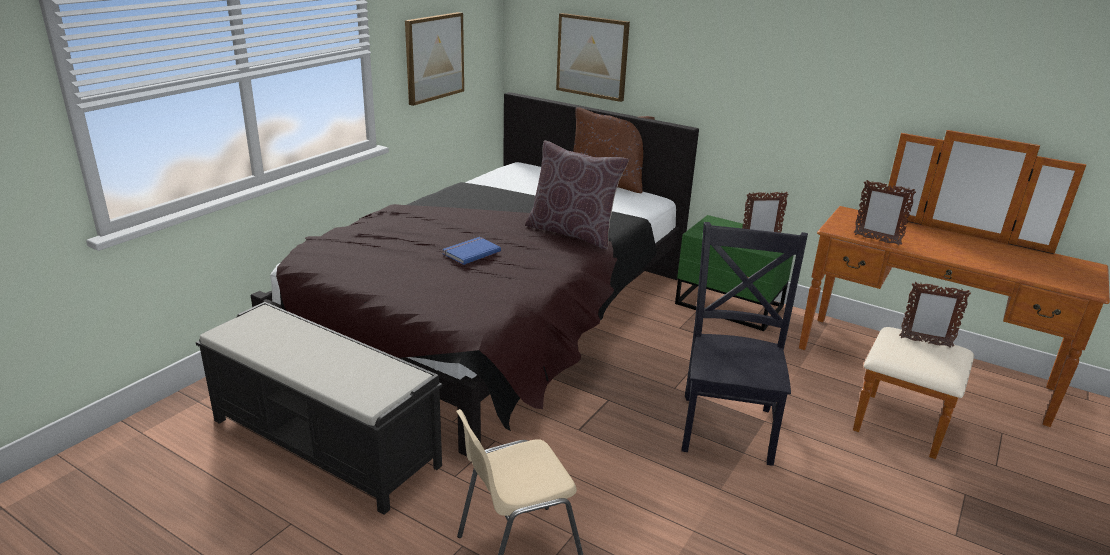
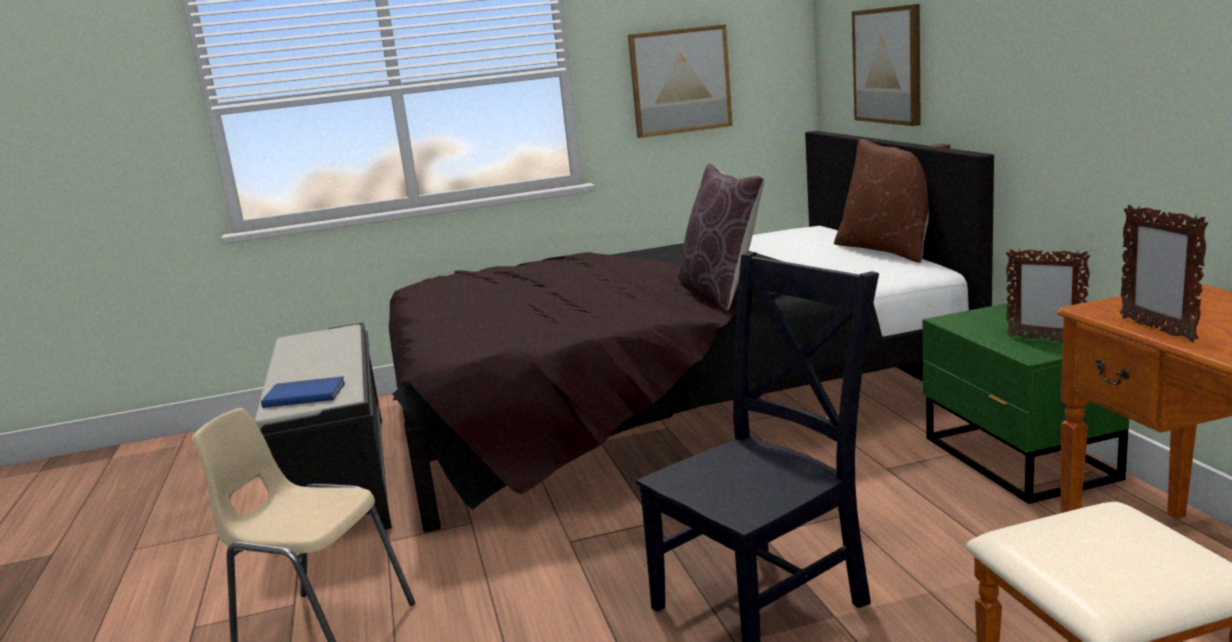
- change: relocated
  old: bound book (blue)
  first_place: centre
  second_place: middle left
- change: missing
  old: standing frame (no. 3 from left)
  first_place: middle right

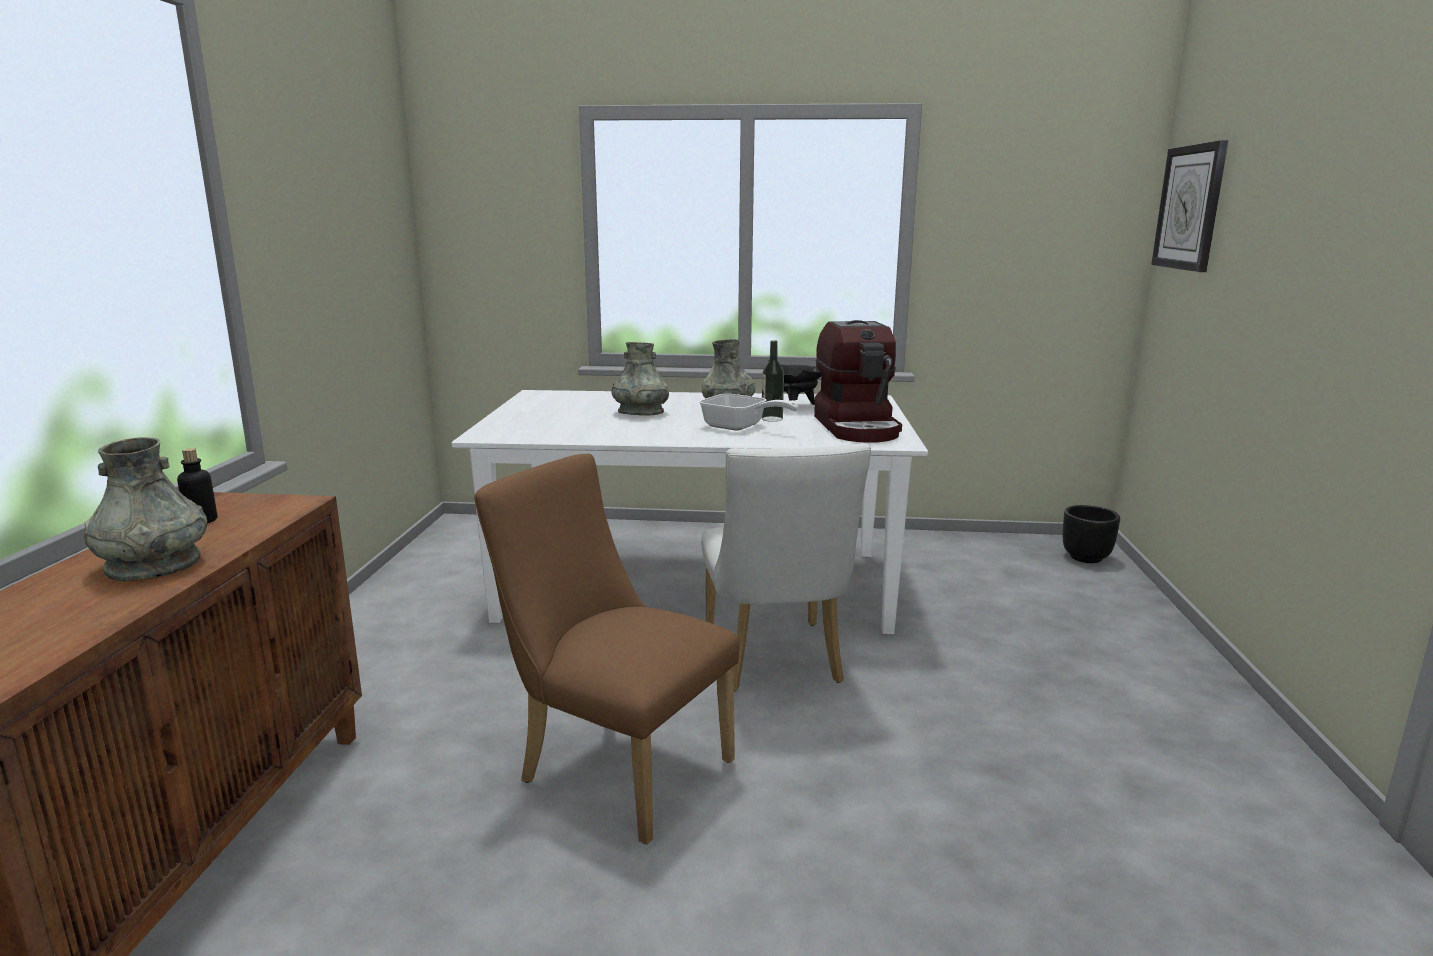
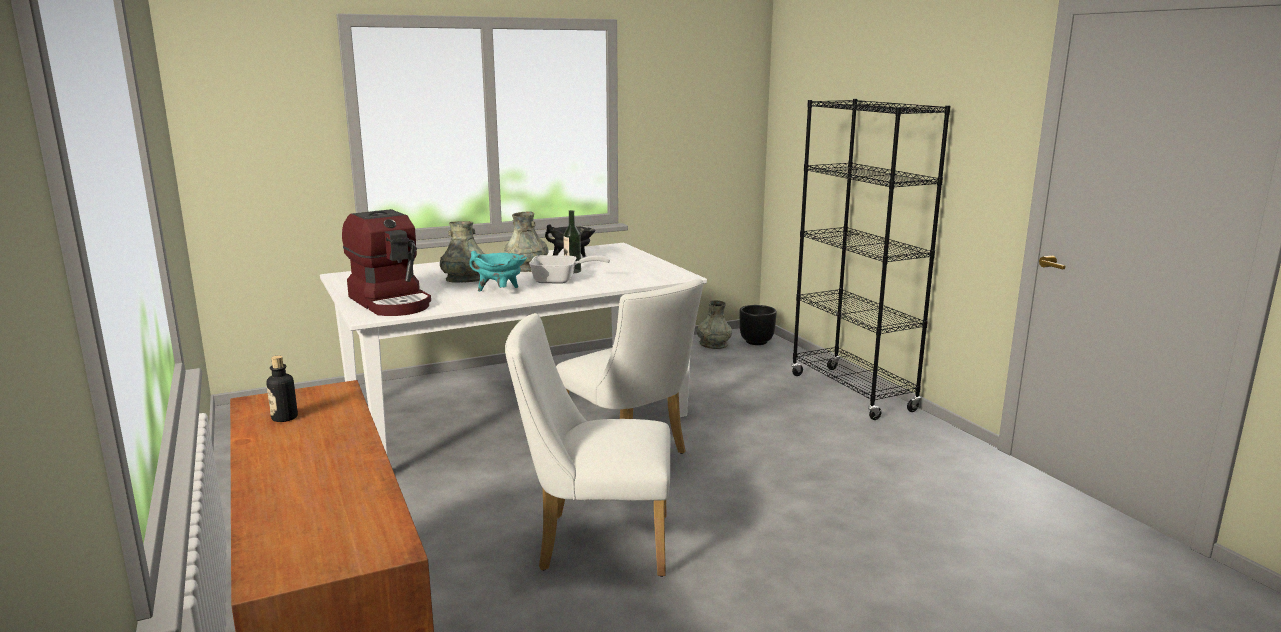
- change: relocated
  old: decorative vase (grey) (no. 1 from left in the first image)
  new: decorative vase (grey) (no. 3 from left)
  first_place: middle left
  second_place: centre
- change: colour
  old: plain chair (brownish)
  new: plain chair (whitish) (no. 1 from left)
  first_place: bottom centre
  second_place: bottom centre
- change: relocated
  old: coffee maker
  first_place: centre
  second_place: middle left
- change: missing
  old: clock on the wall
  first_place: top right
- change: appeared
  new: stockpot (blue-green)
  second_place: centre
- change: appeared
  new: bookshelf (blackish)
  second_place: middle right

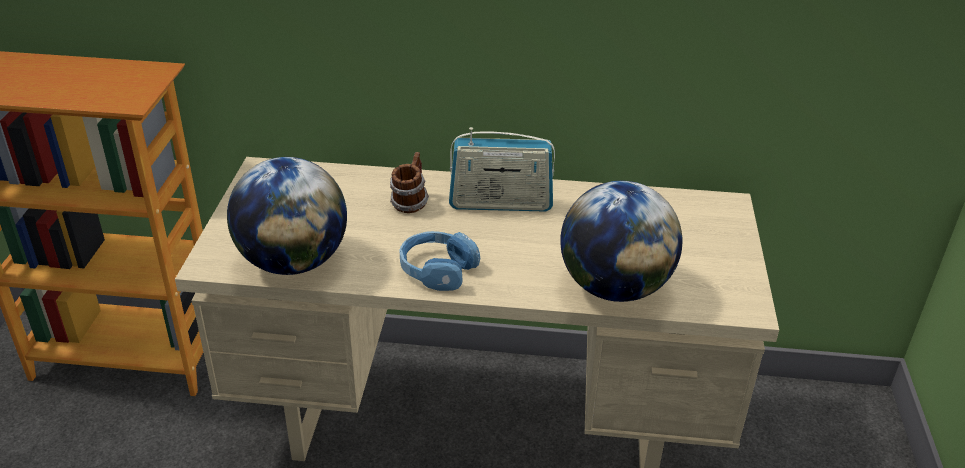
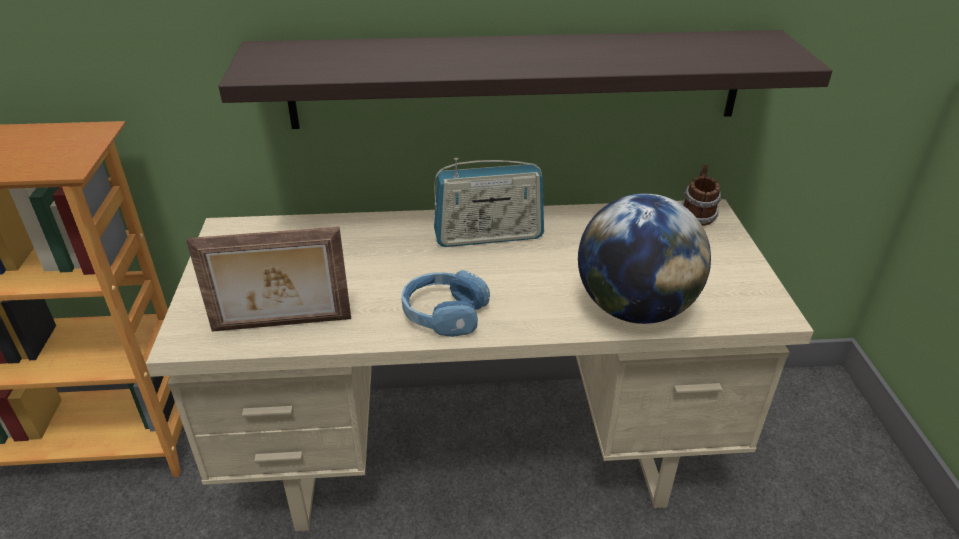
- change: exchanged
  old: desk globe (no. 1 from left)
  new: standing frame
  first_place: middle left
  second_place: middle left
- change: relocated
  old: mug
  first_place: centre
  second_place: middle right
- change: appeared
  new: shelf
  second_place: top centre

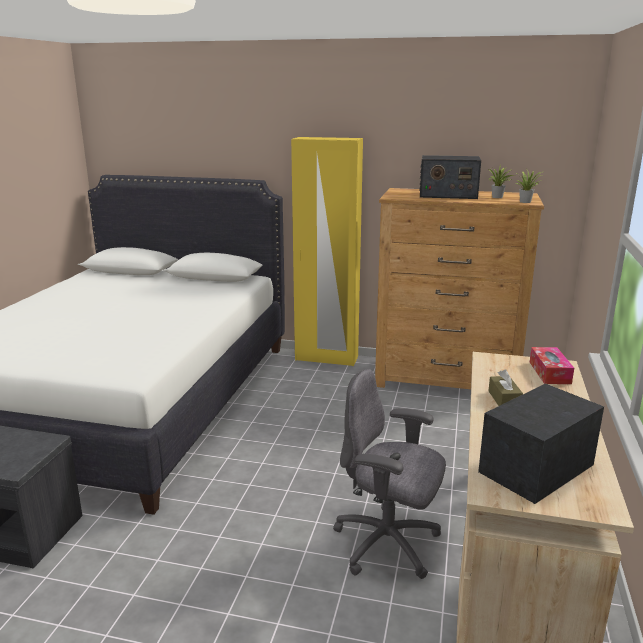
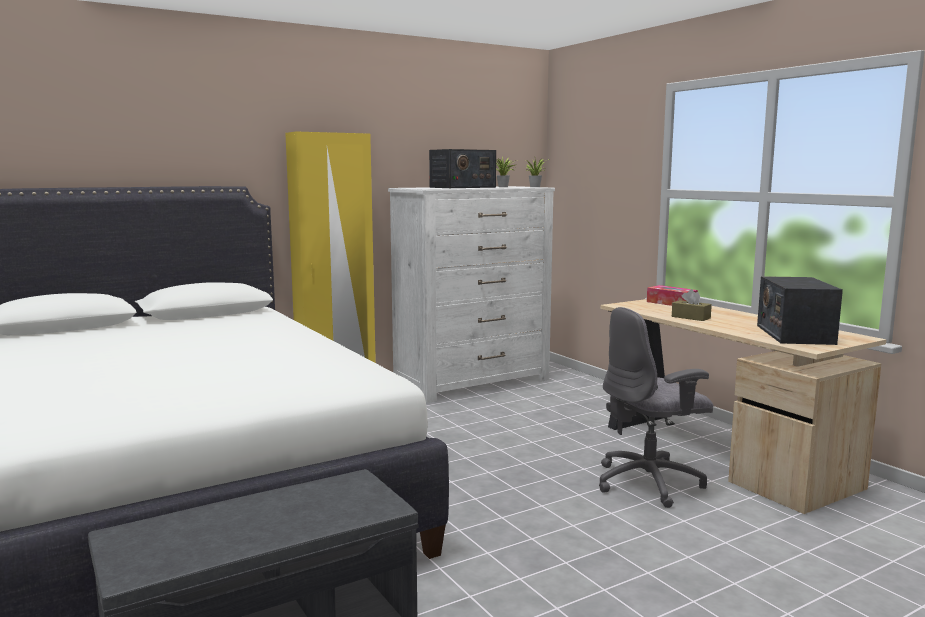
- change: colour
  old: drawer chest (brownish)
  new: drawer chest (whitish)
  first_place: middle right
  second_place: centre

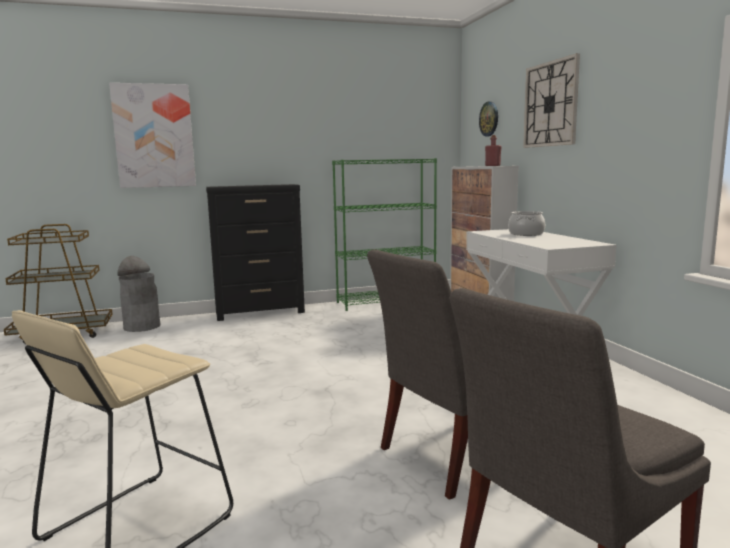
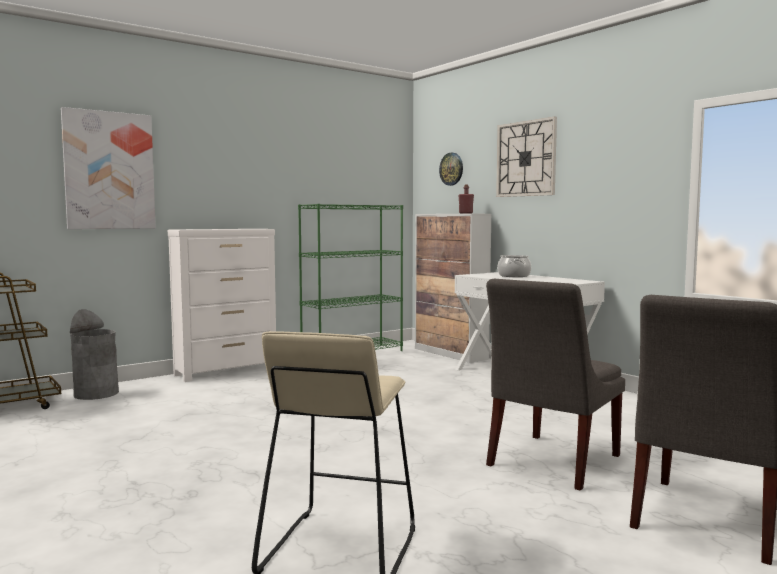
- change: colour
  old: drawer chest (blackish)
  new: drawer chest (whitish)
  first_place: centre
  second_place: middle left

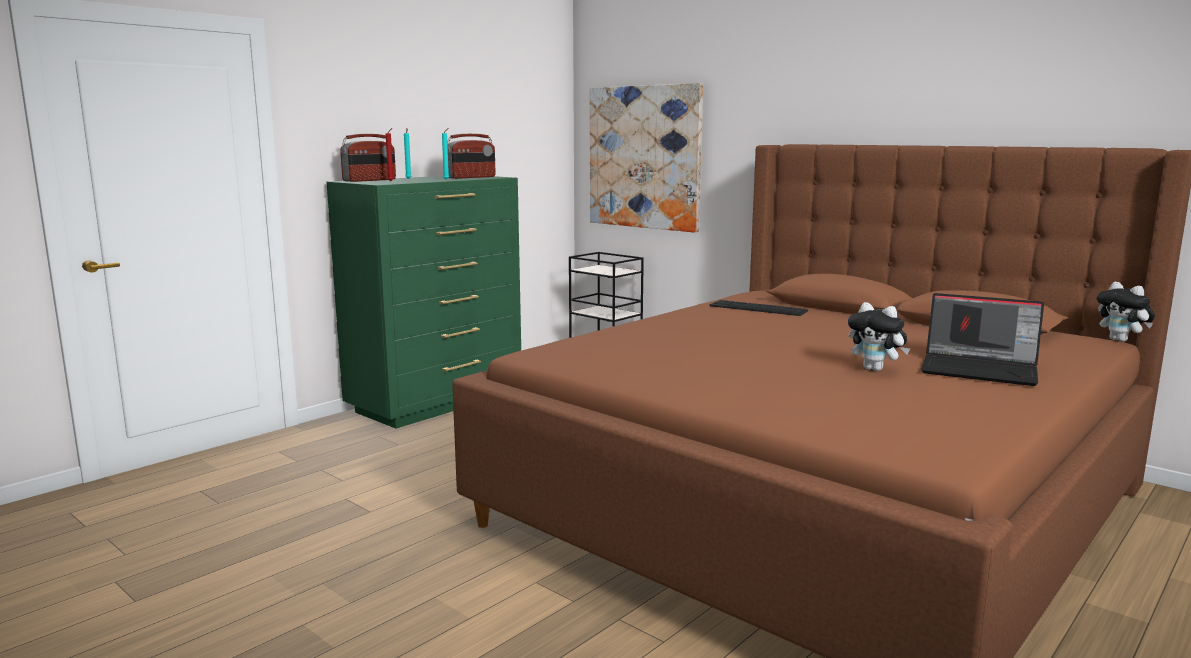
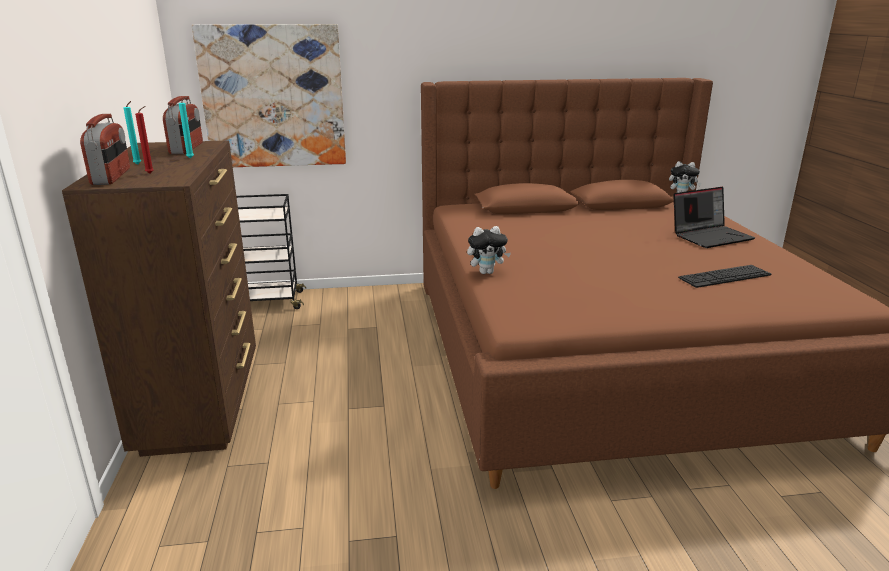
- change: colour
  old: drawer chest (green-coloured)
  new: drawer chest (brownish)
  first_place: centre
  second_place: middle left
- change: relocated
  old: PC keyboard
  first_place: centre
  second_place: middle right
- change: relocated
  old: plush toy (no. 1 from left)
  first_place: middle right
  second_place: centre

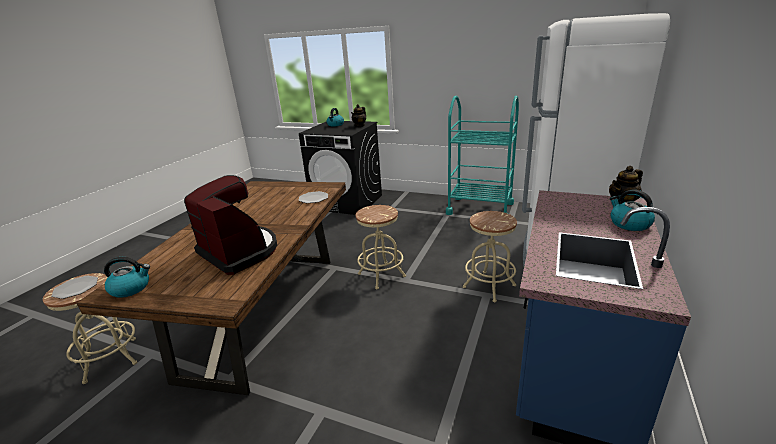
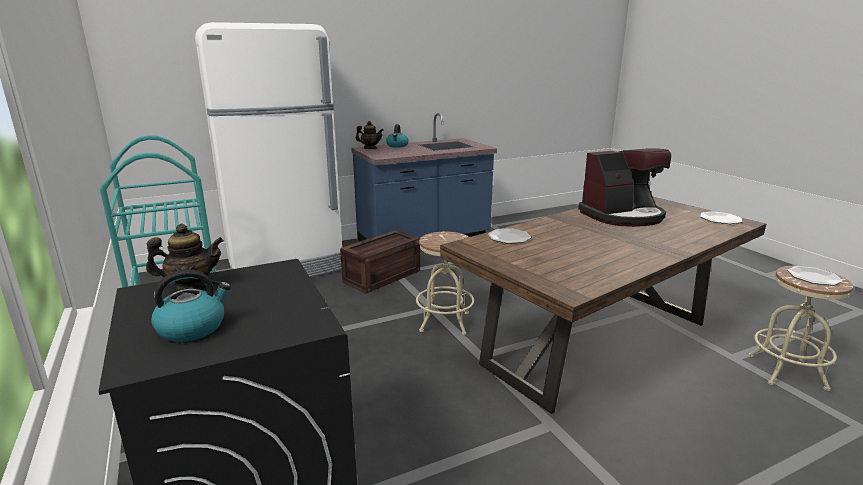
- change: exchanged
  old: water kettle (no. 1 from left)
  new: plate (no. 2 from left)
  first_place: middle left
  second_place: middle right
- change: spun
  old: coffee maker
  first_place: middle left
  second_place: middle right
  degrees: -105
- change: exchanged
  old: stool seat (sand-coloured) (no. 3 from left)
  new: packing crate
  first_place: centre
  second_place: centre

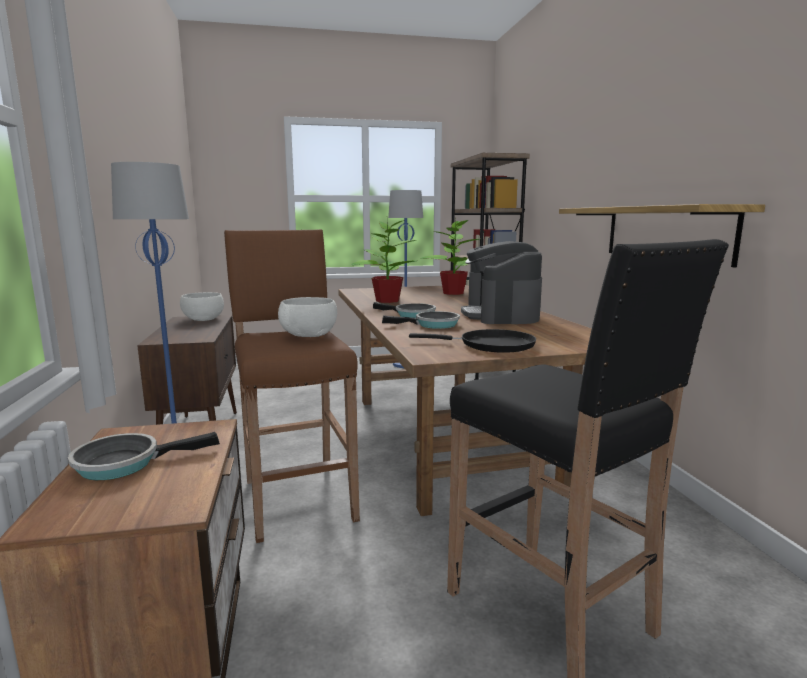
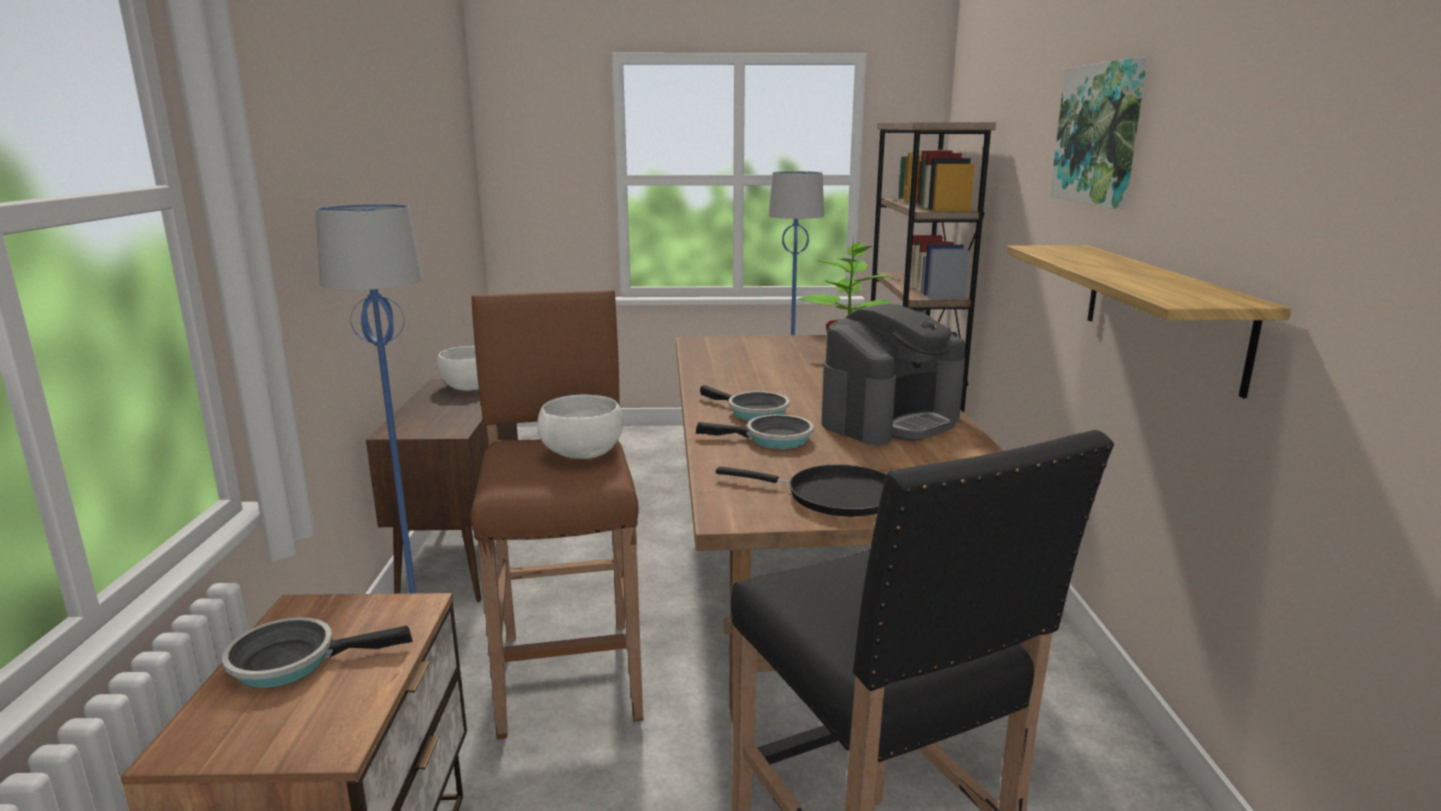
- change: missing
  old: plant in a pot (no. 1 from left)
  first_place: centre
- change: spun
  old: coffee maker
  first_place: centre
  second_place: centre
  degrees: -135
- change: appeared
  new: picture
  second_place: top right

